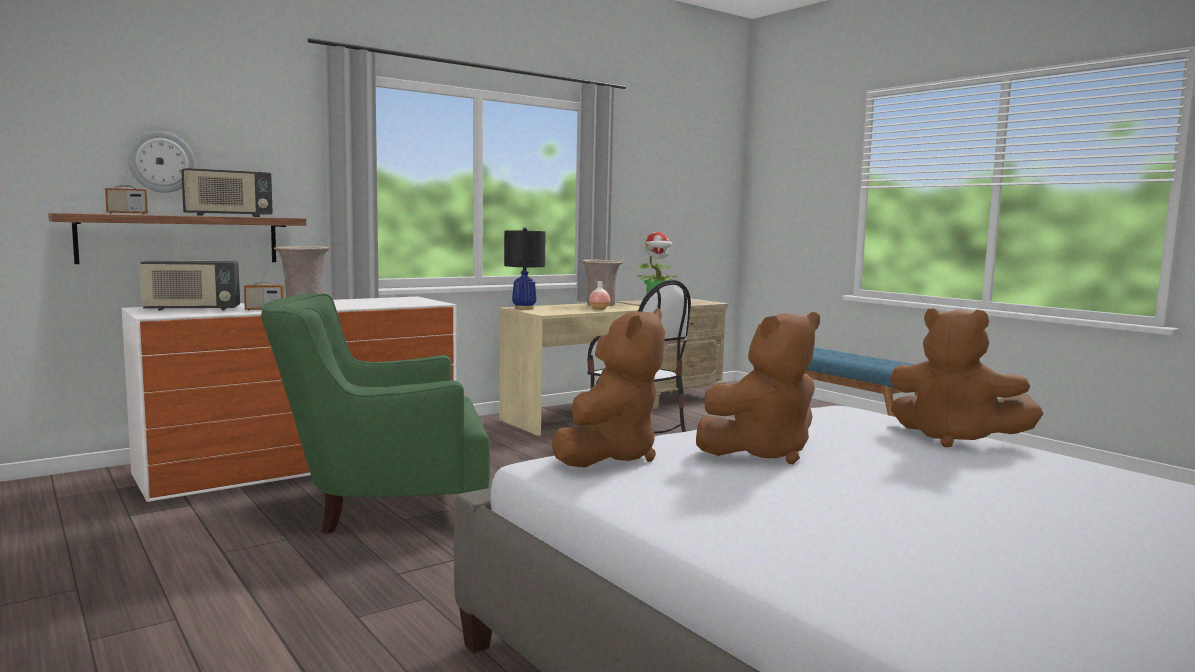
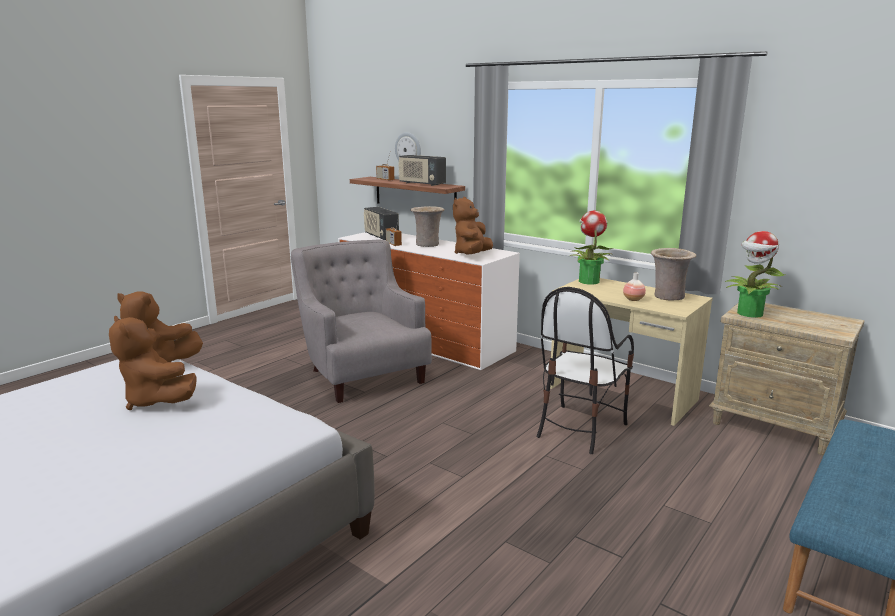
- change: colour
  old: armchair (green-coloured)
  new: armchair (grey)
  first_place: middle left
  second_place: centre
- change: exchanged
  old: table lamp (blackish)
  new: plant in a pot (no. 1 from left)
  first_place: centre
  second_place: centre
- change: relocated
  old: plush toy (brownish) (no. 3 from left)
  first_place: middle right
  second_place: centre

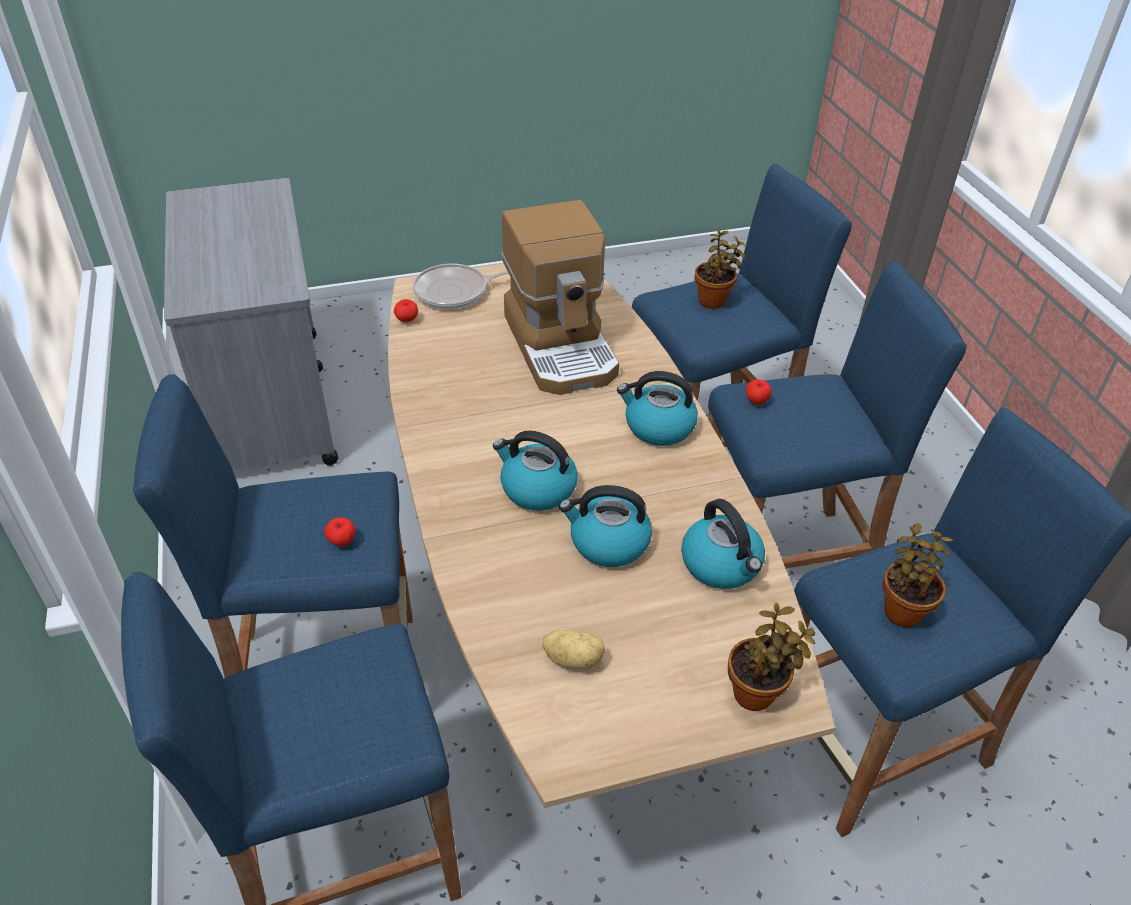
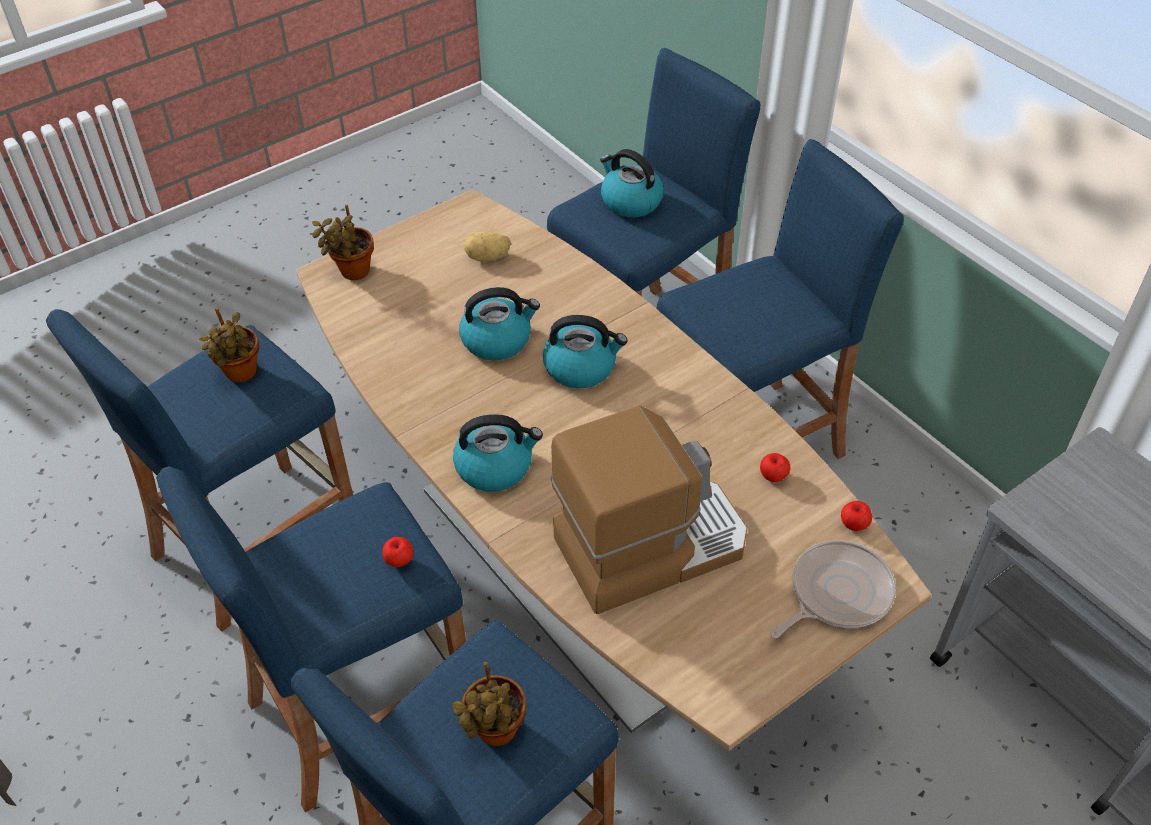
- change: relocated
  old: apple fruit (no. 1 from left in the first image)
  new: apple fruit (no. 2 from left)
  first_place: middle left
  second_place: middle right
- change: spun
  old: coffee maker
  first_place: top centre
  second_place: centre
  degrees: 105
- change: relocated
  old: water kettle (no. 4 from left)
  first_place: centre
  second_place: top centre

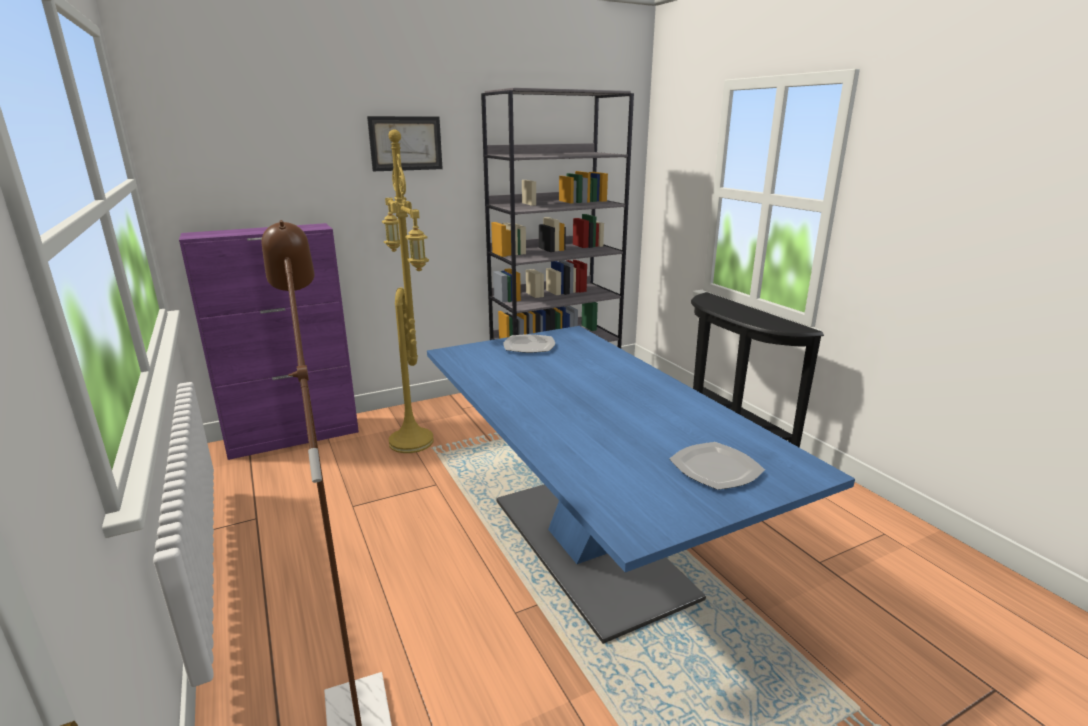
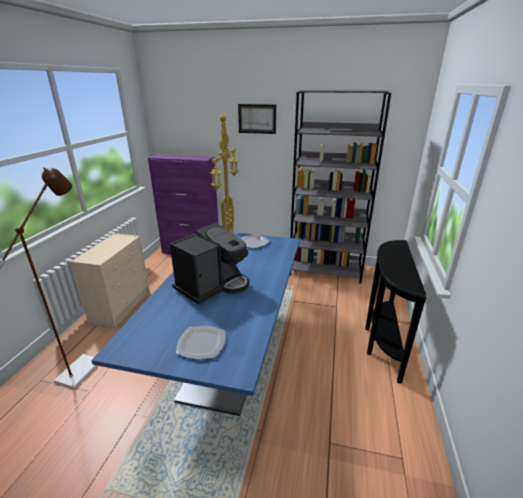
- change: appeared
  new: drawer chest (sand-coloured)
  second_place: middle left
- change: appeared
  new: coffee maker
  second_place: centre

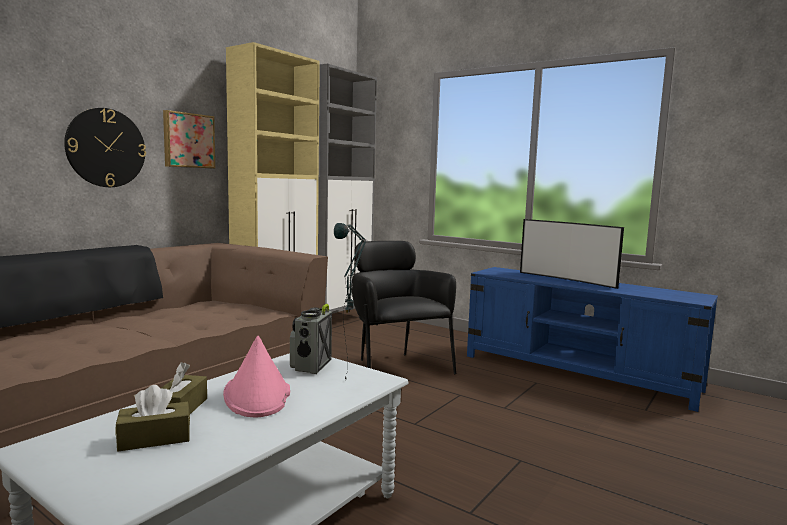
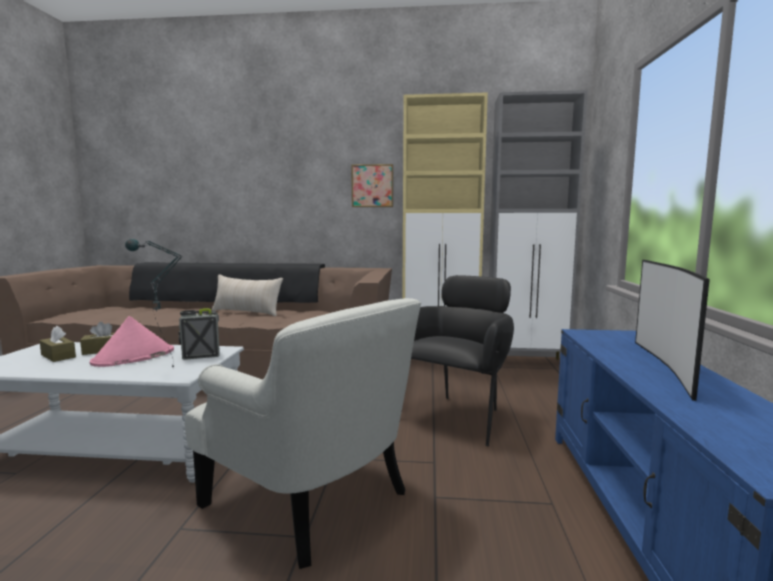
- change: missing
  old: clock on the wall
  first_place: top left
- change: appeared
  new: armchair (whitish)
  second_place: bottom centre
- change: appeared
  new: pillow (sand-coloured)
  second_place: middle left

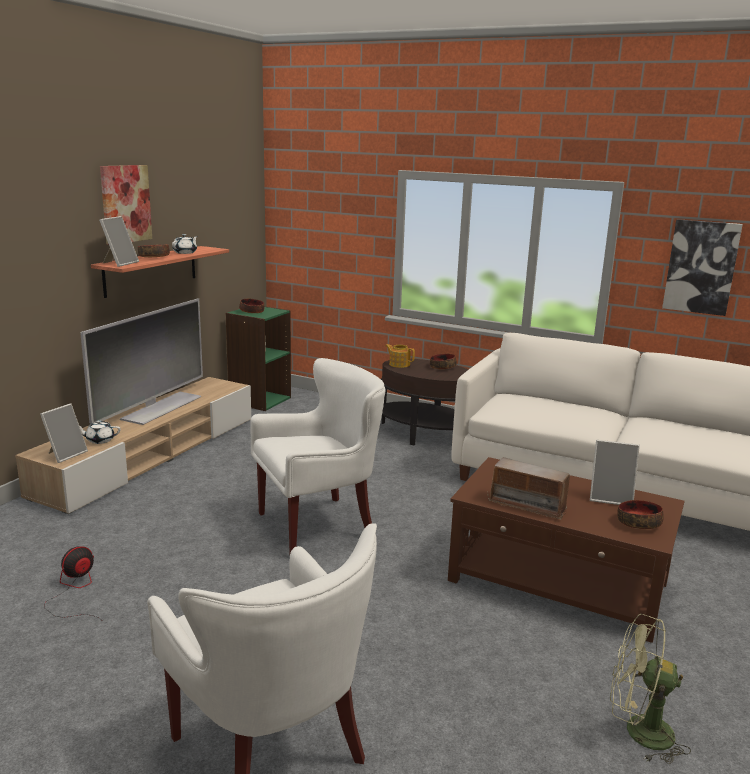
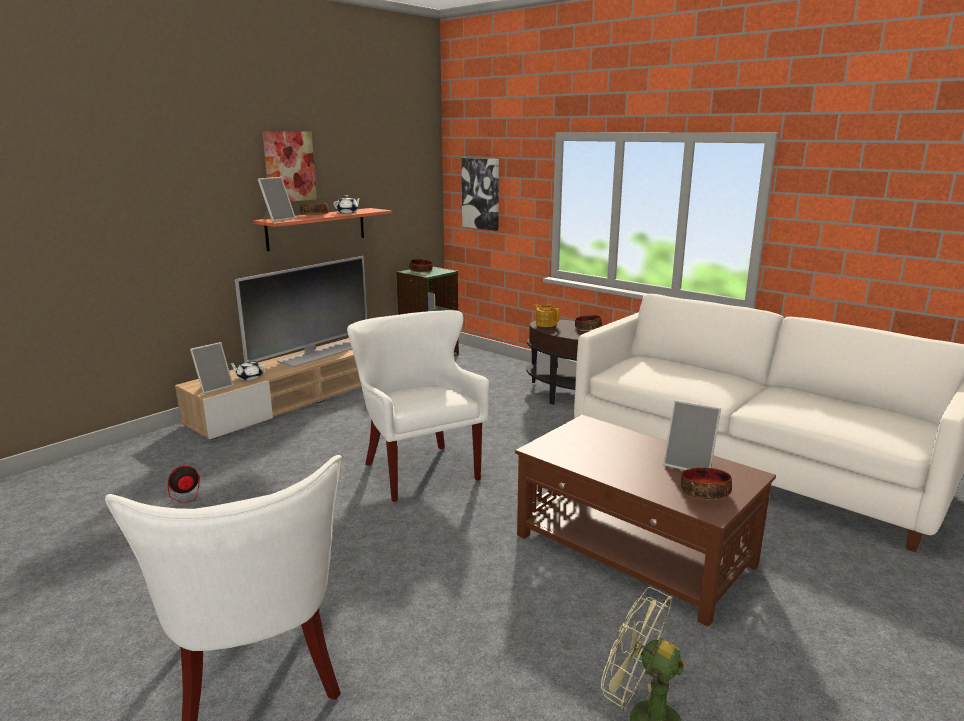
- change: spun
  old: armchair (whitish) (no. 2 from left)
  first_place: centre
  second_place: centre
  degrees: -105
- change: missing
  old: radio
  first_place: middle right
- change: relocated
  old: picture (no. 2 from left)
  first_place: middle right
  second_place: top centre

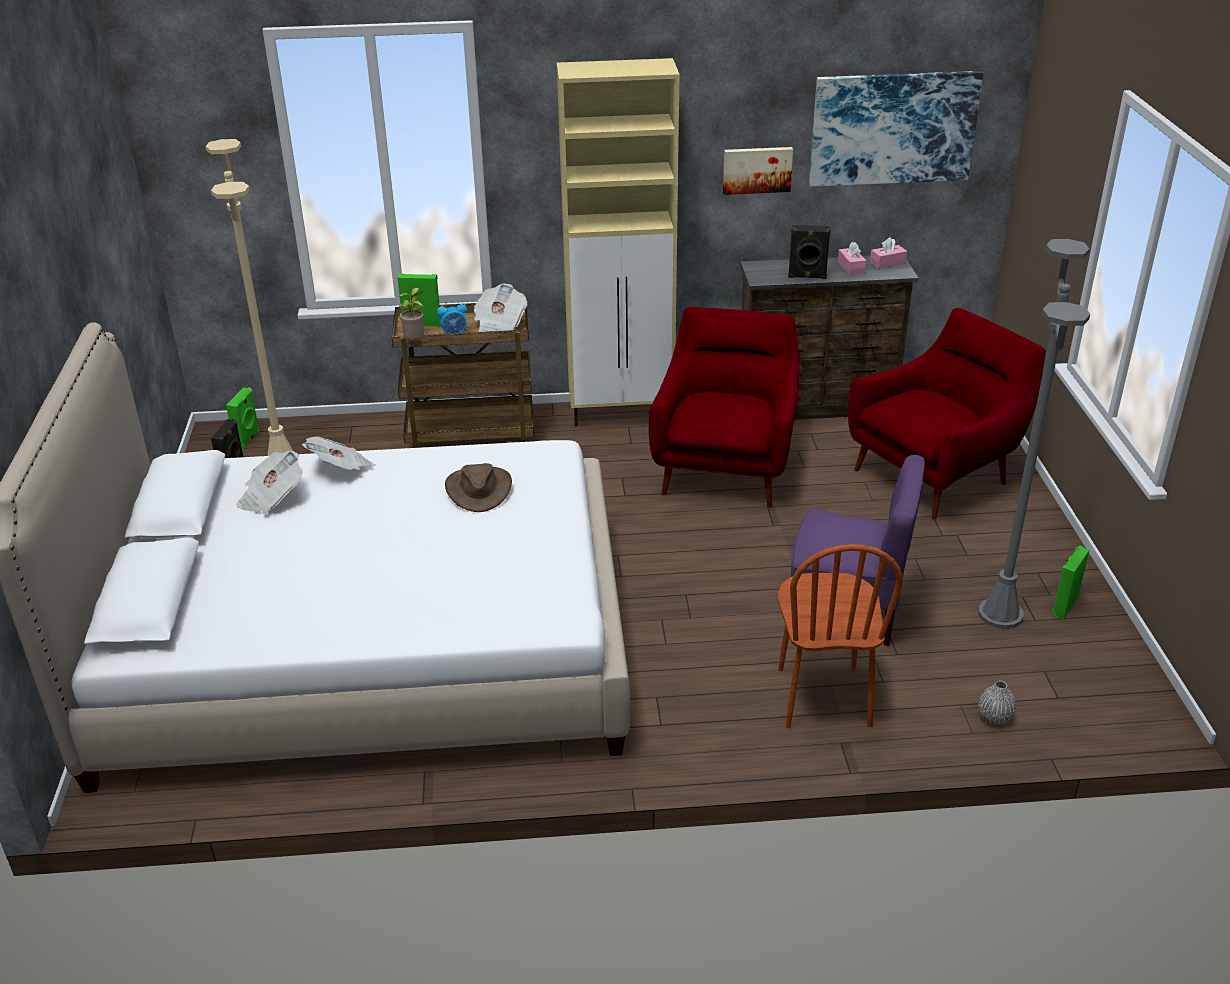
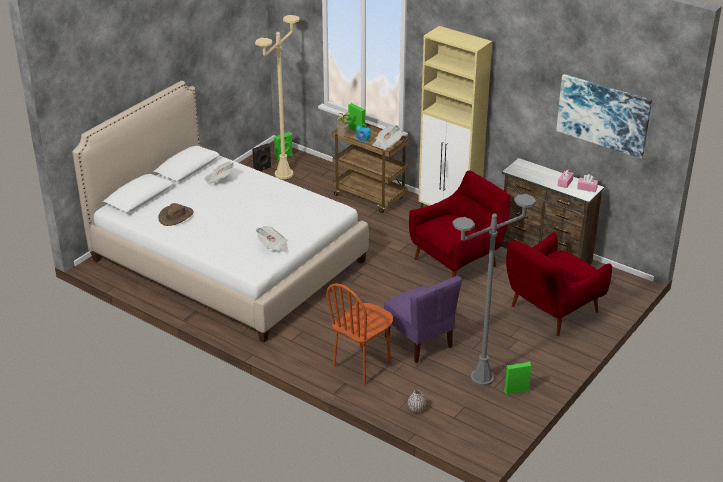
- change: relocated
  old: newspaper (no. 2 from left)
  first_place: middle left
  second_place: centre
- change: relocated
  old: wearable hat (brownish)
  first_place: centre
  second_place: middle left
- change: missing
  old: picture (no. 1 from left)
  first_place: top centre
- change: missing
  old: loudspeaker (blackish) (no. 2 from left)
  first_place: top centre
- change: spun
  old: armchair (red) (no. 2 from left)
  first_place: middle right
  second_place: middle right
  degrees: 135

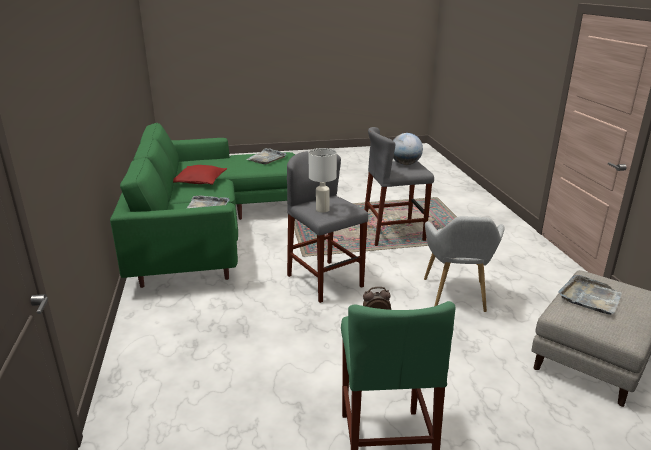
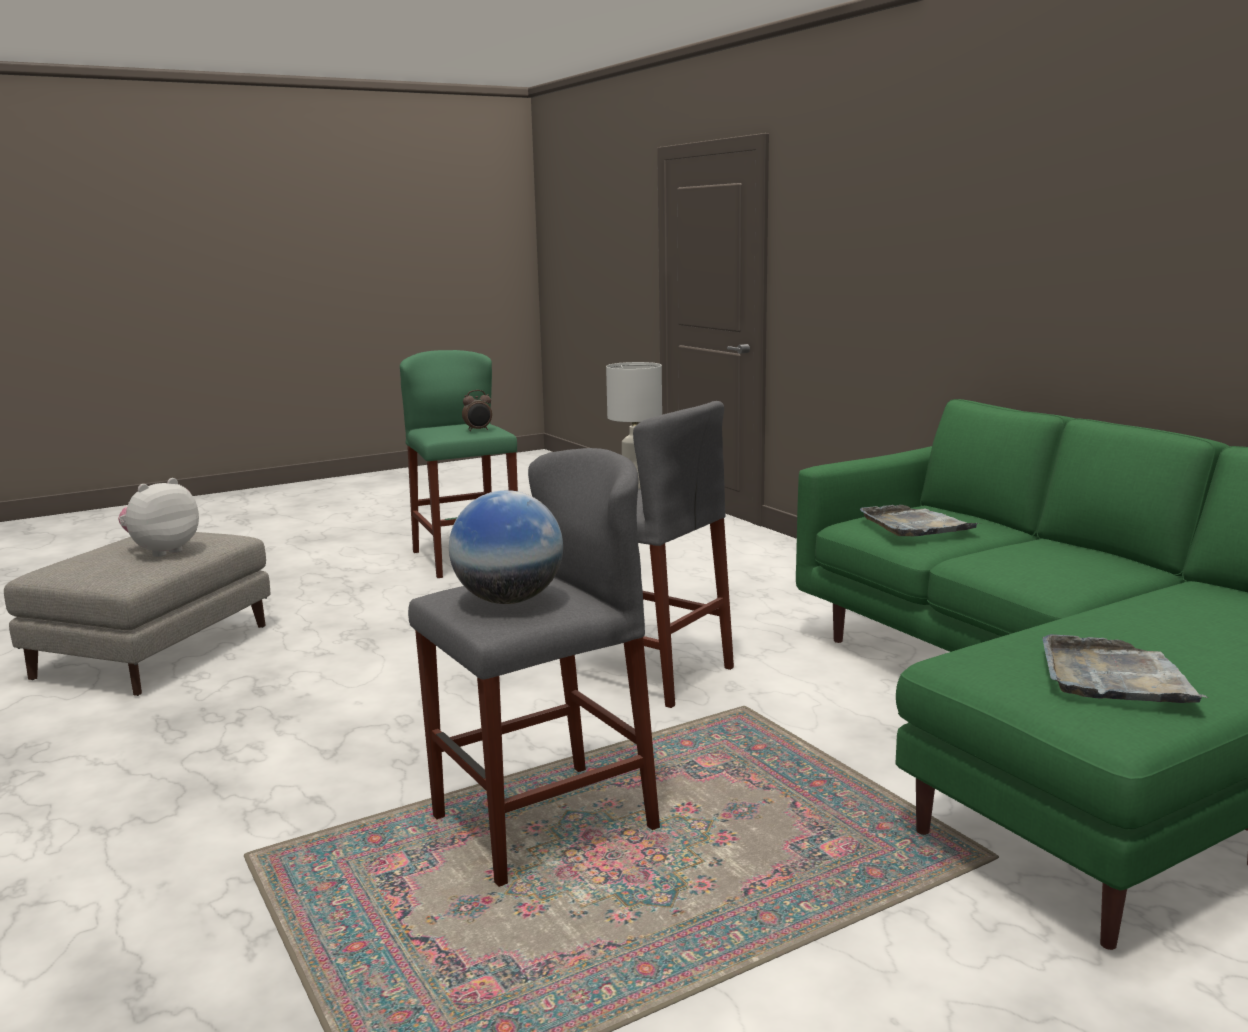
- change: missing
  old: pillow (red)
  first_place: middle left
- change: missing
  old: armchair (grey)
  first_place: middle right
- change: exchanged
  old: carrying tray (grey) (no. 3 from left)
  new: plush toy
  first_place: middle right
  second_place: middle left

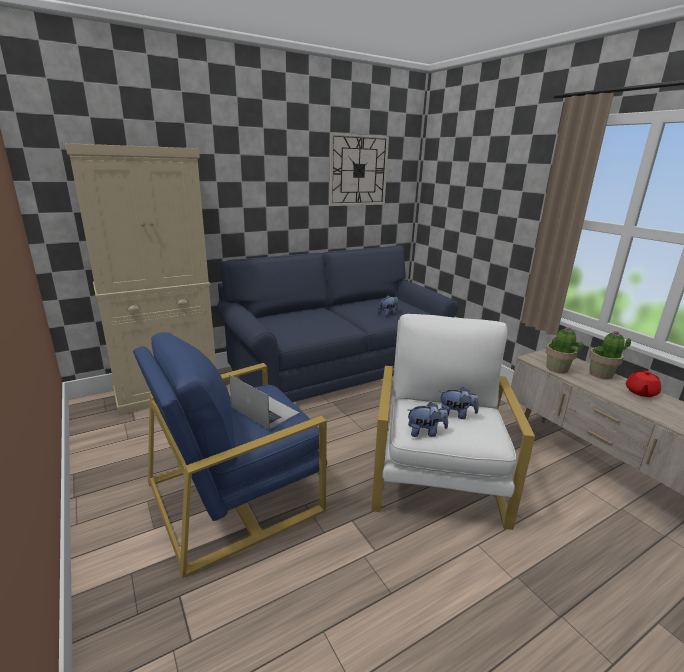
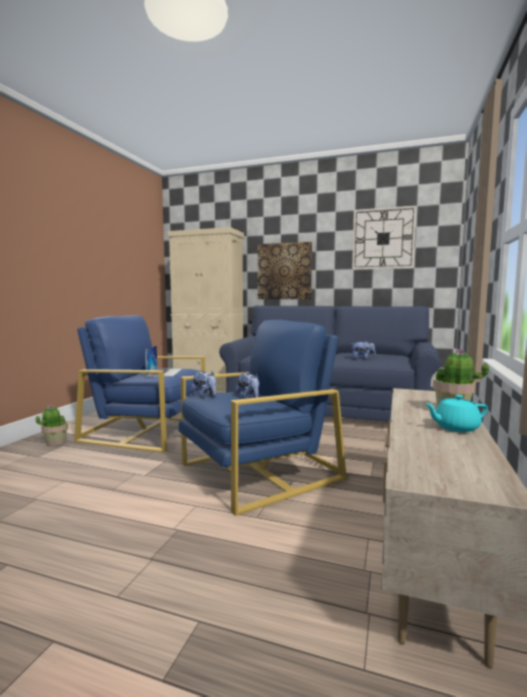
- change: colour
  old: armchair (whitish)
  new: armchair (blue) (no. 2 from left)
  first_place: centre
  second_place: centre
- change: relocated
  old: plant in a pot (no. 1 from left)
  first_place: middle right
  second_place: middle left
- change: colour
  old: pot for tea (red)
  new: pot for tea (blue-green)
  first_place: middle right
  second_place: middle right
- change: appeared
  new: picture
  second_place: centre

